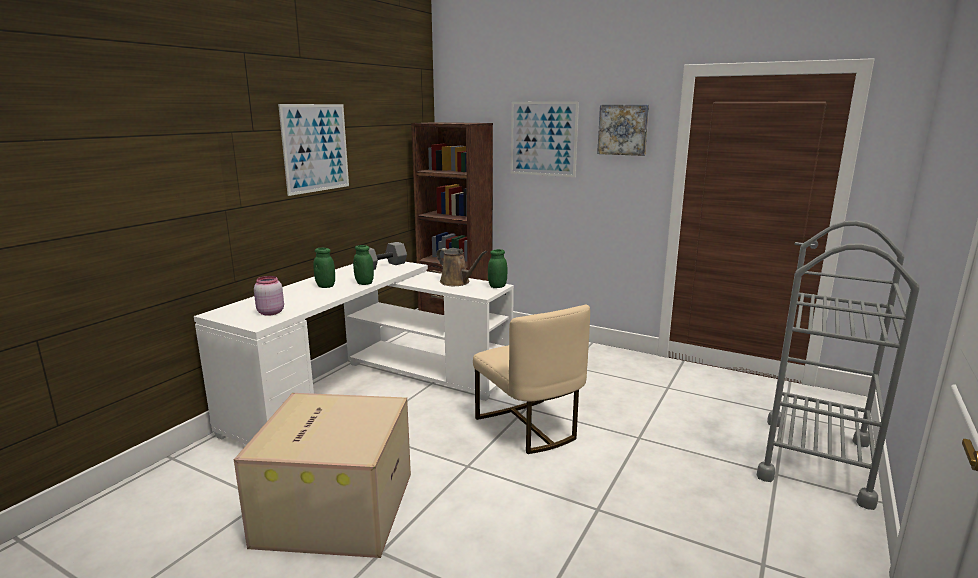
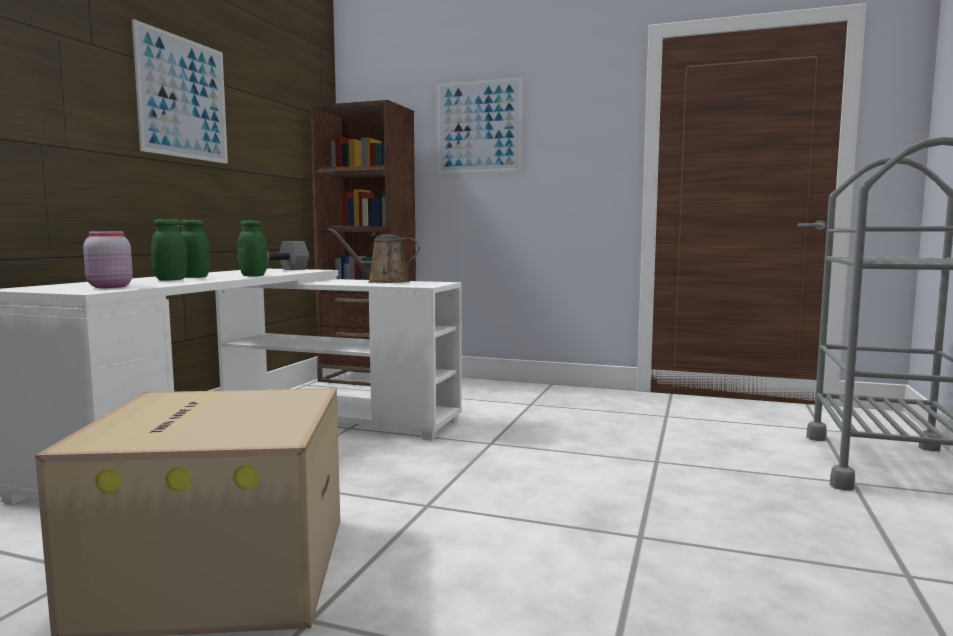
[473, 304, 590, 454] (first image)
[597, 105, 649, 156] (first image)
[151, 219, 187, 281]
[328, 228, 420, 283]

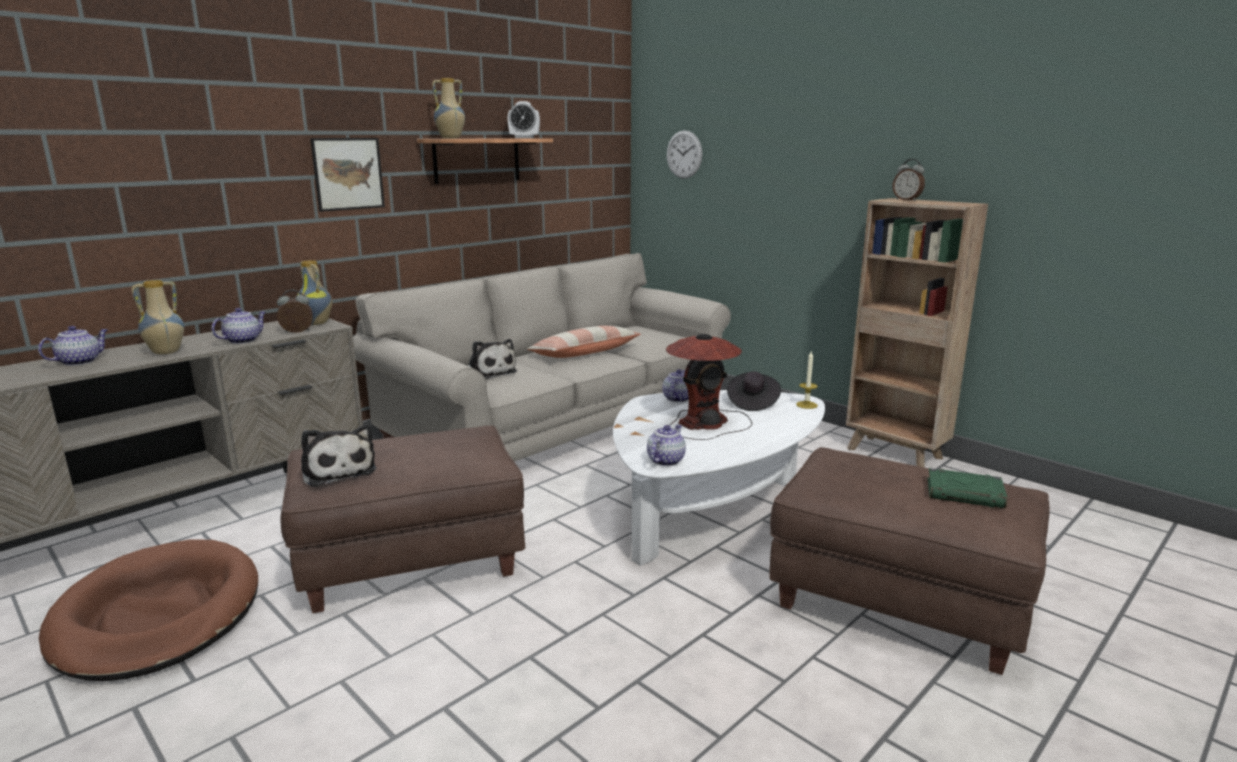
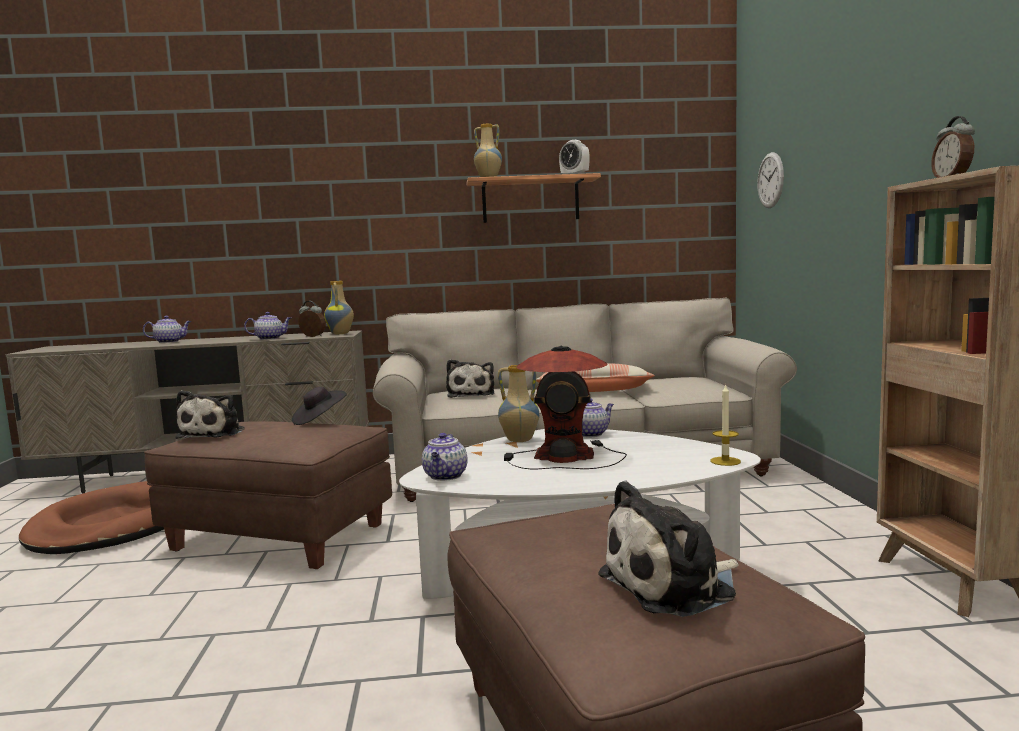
[310, 138, 385, 212] (first image)
[498, 365, 539, 442]
[292, 387, 347, 425]
[598, 480, 739, 617]
[422, 433, 468, 481]

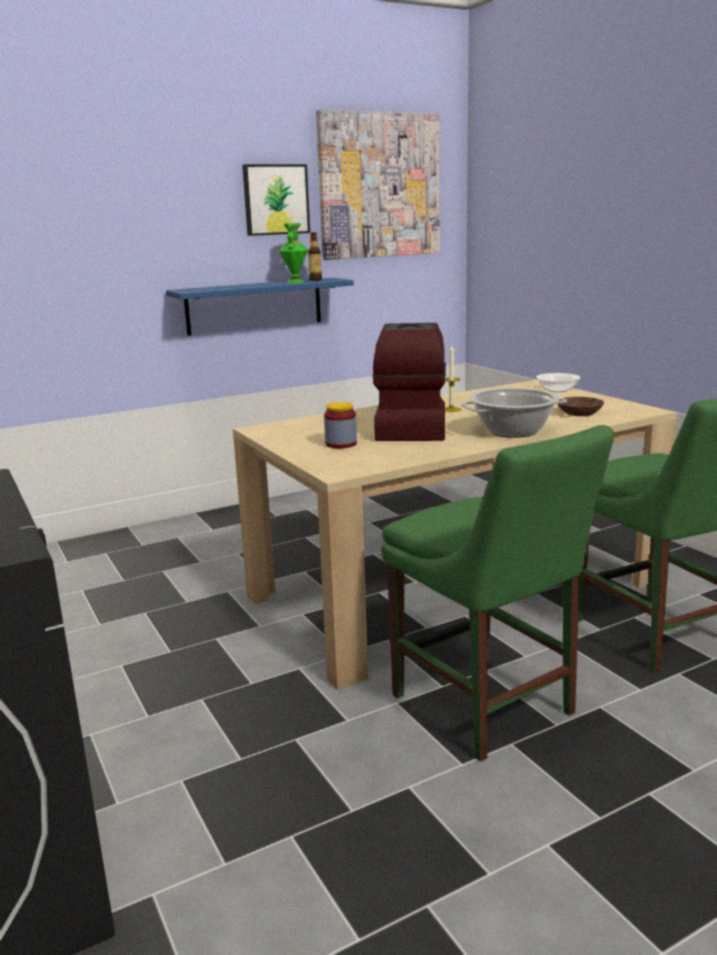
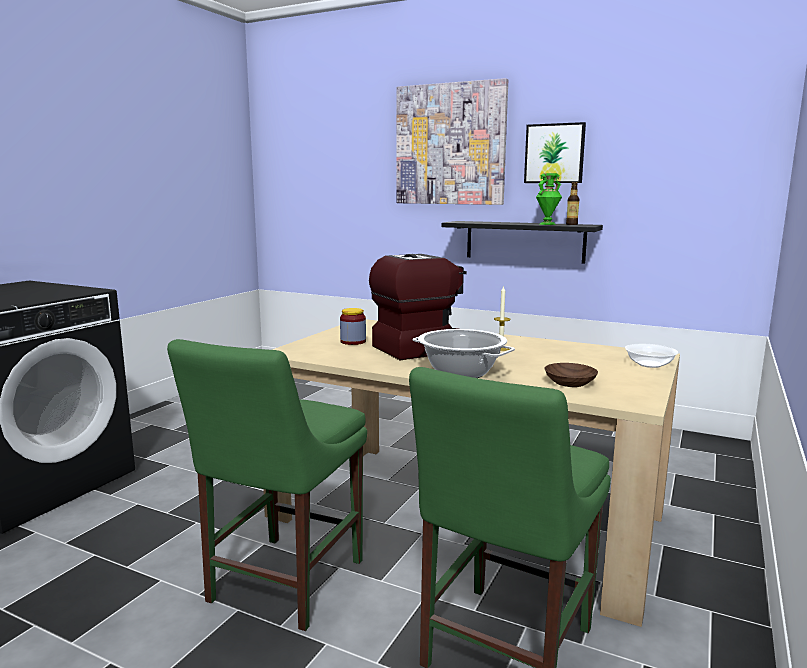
[396, 78, 508, 205]
[442, 221, 603, 264]

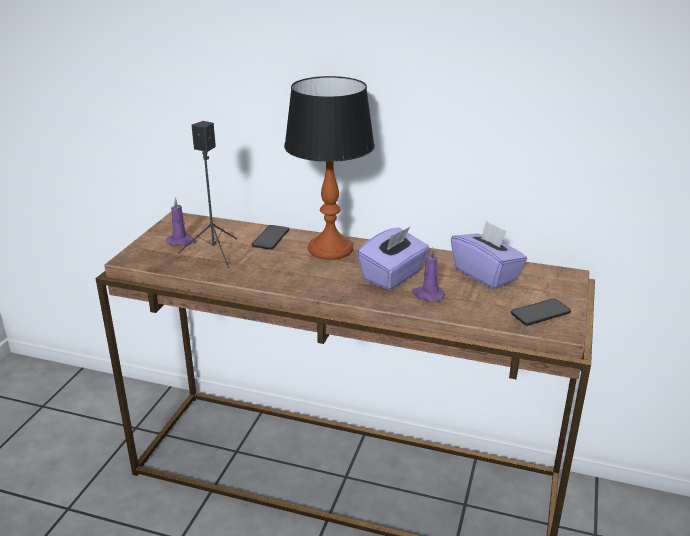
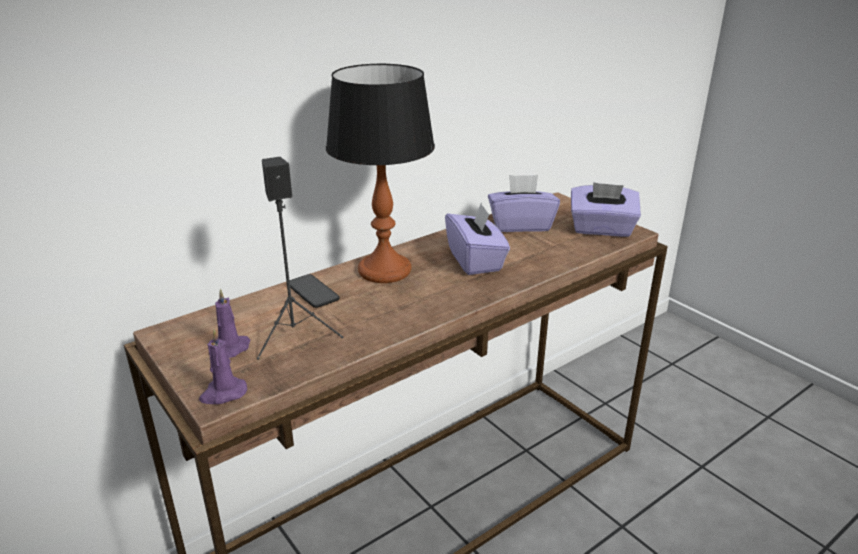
[199, 329, 247, 404]
[571, 182, 641, 237]

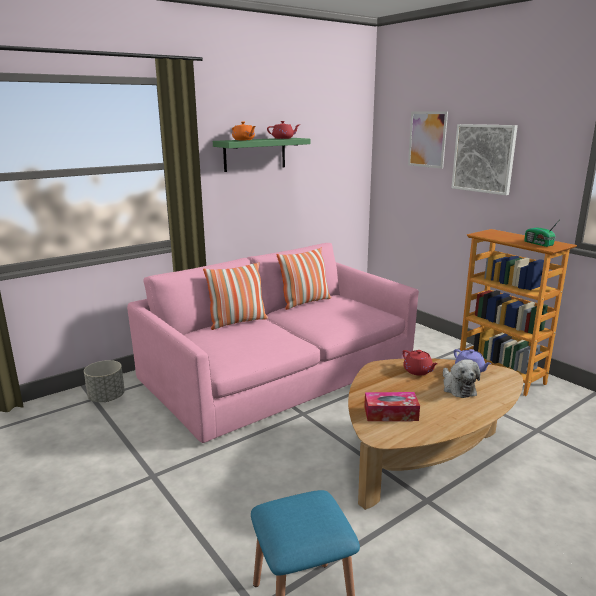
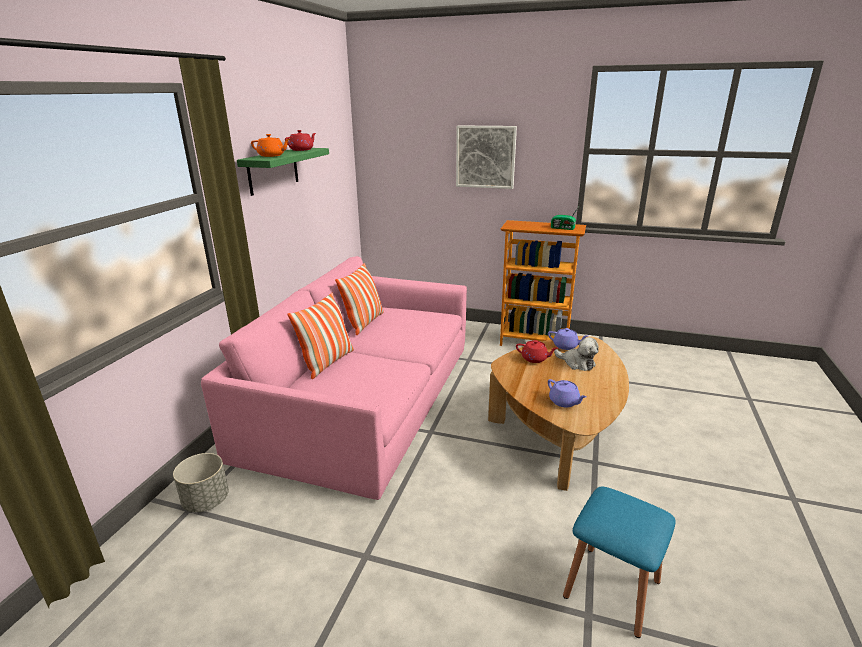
[408, 111, 448, 169] (first image)
[548, 379, 587, 407]

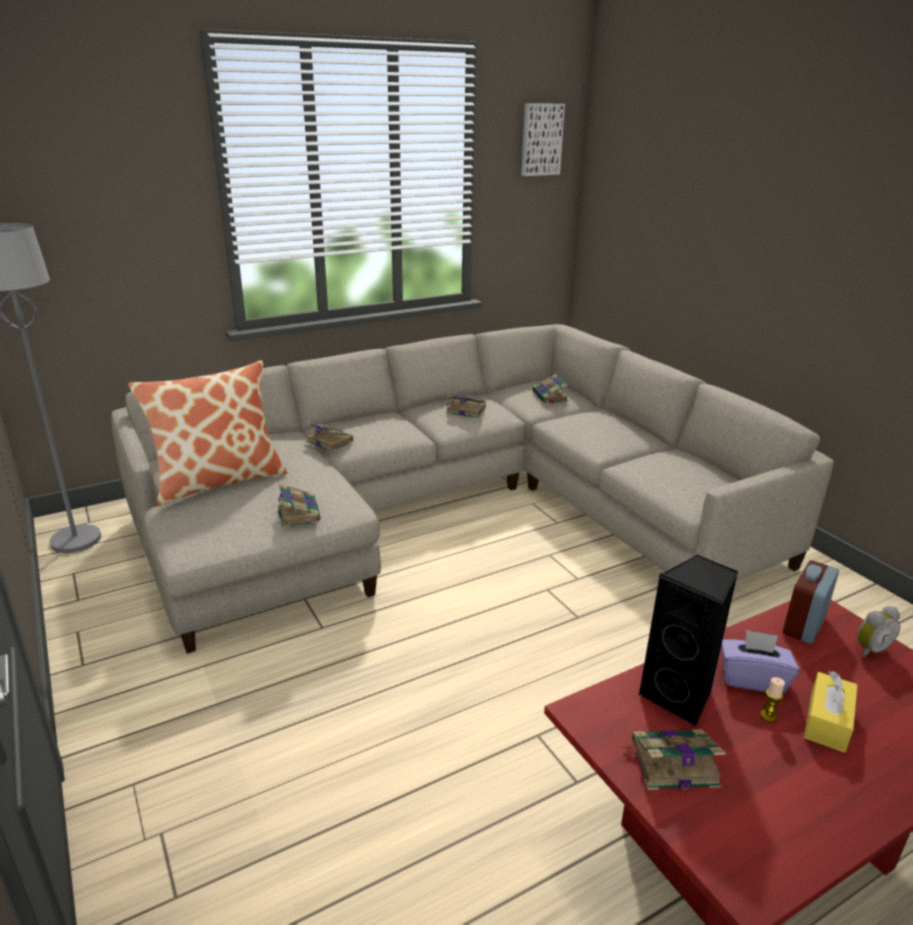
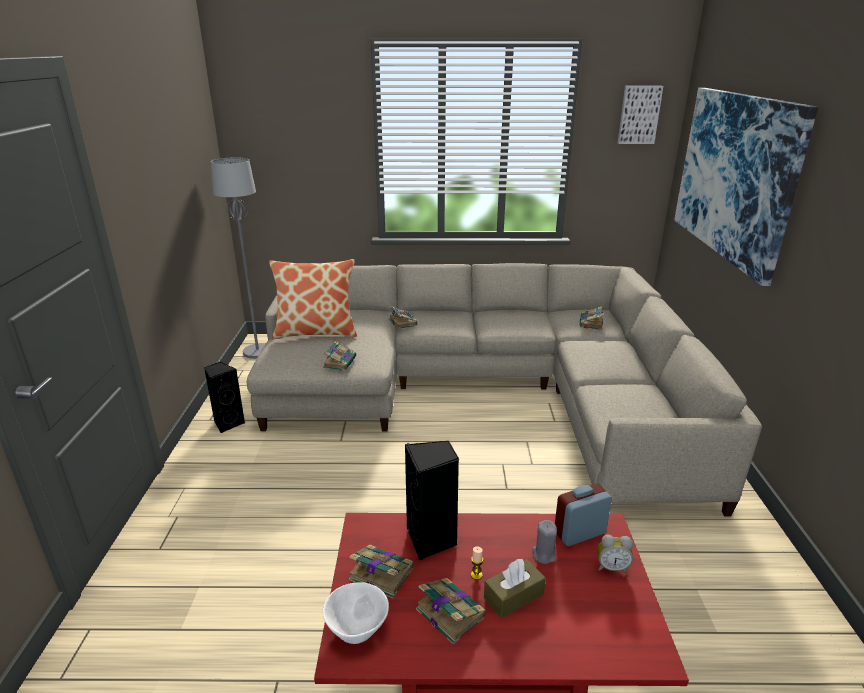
[721, 630, 799, 694] (first image)
[204, 362, 245, 433]
[323, 582, 389, 644]
[532, 520, 557, 564]
[674, 88, 818, 286]
[416, 578, 486, 644]
[484, 559, 546, 618]

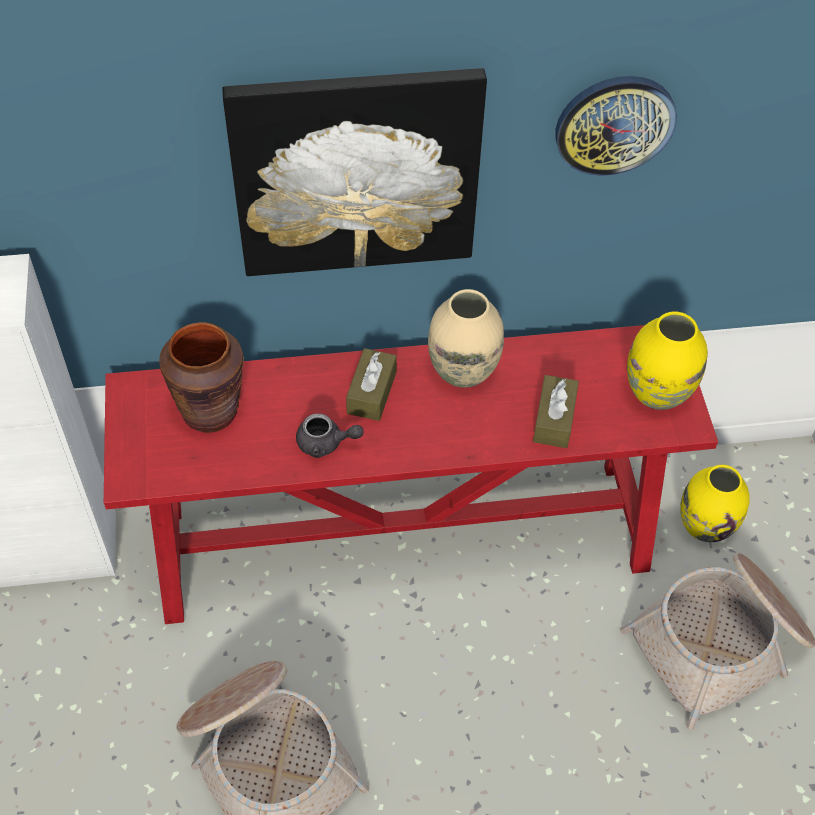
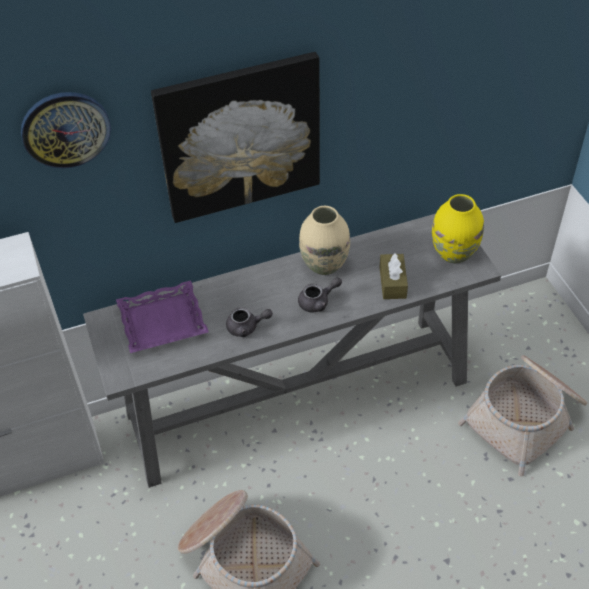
[346, 348, 397, 421] (first image)
[680, 465, 750, 542] (first image)
[298, 277, 342, 312]
[21, 92, 111, 168]
[116, 280, 209, 353]
[83, 214, 501, 488]

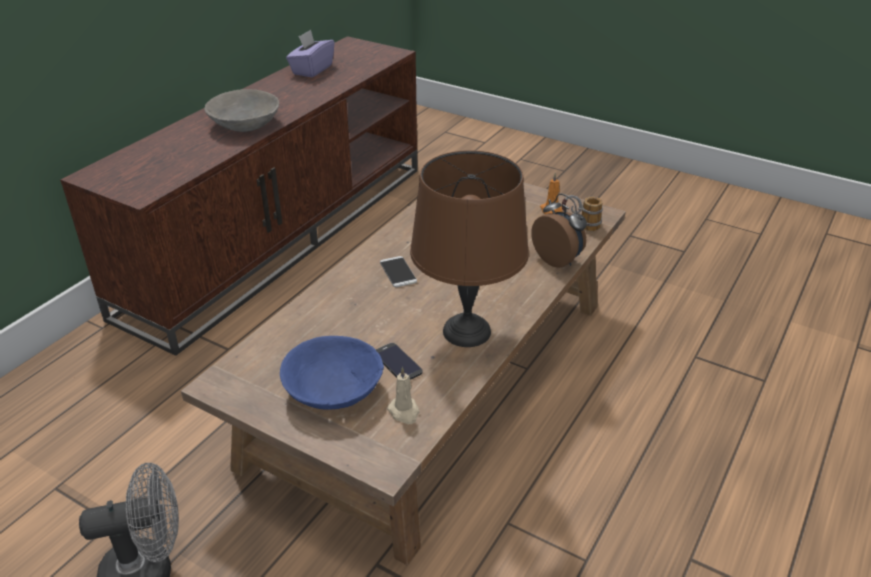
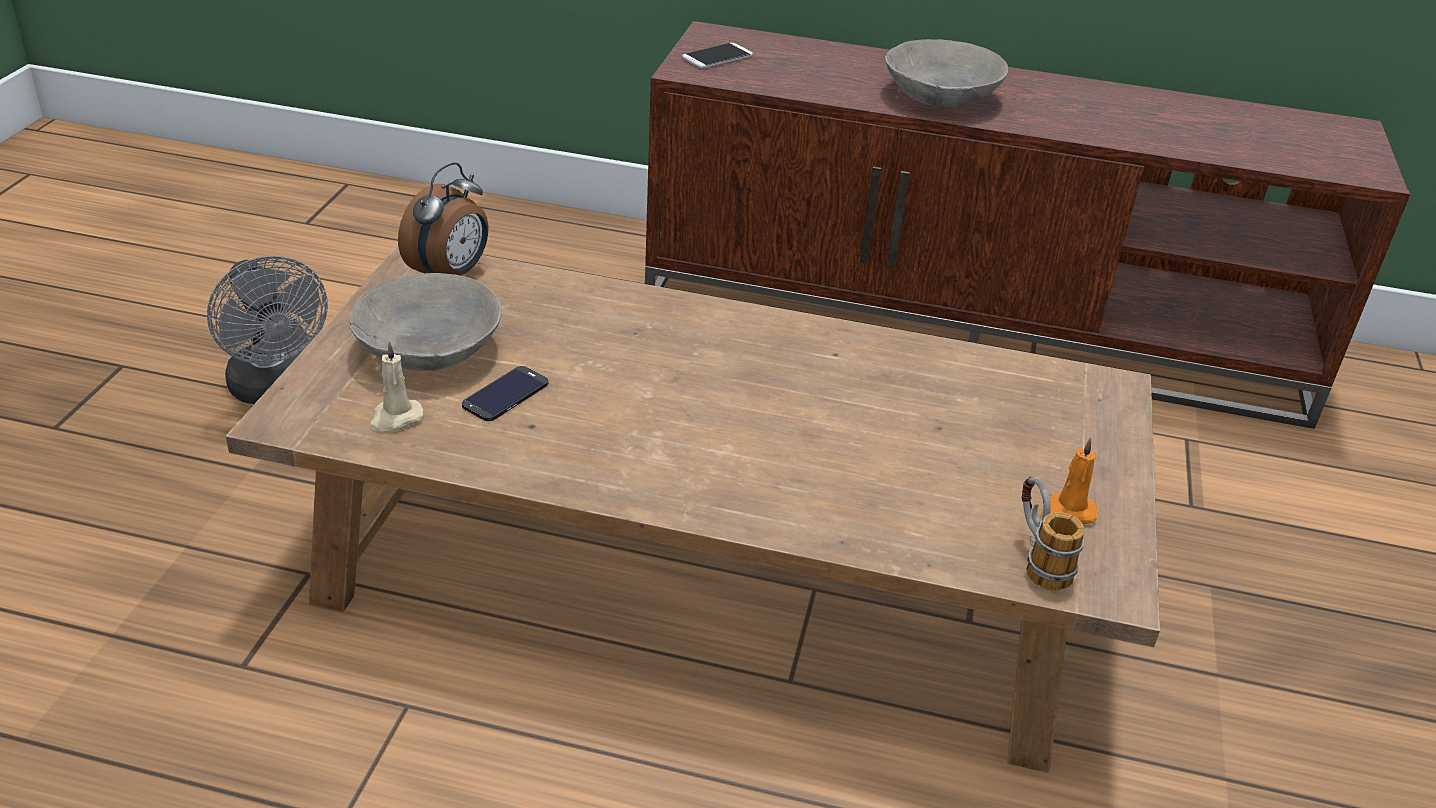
[286, 30, 335, 77] (first image)
[410, 150, 529, 347] (first image)
[682, 43, 753, 68]
[398, 162, 488, 276]
[349, 273, 502, 371]

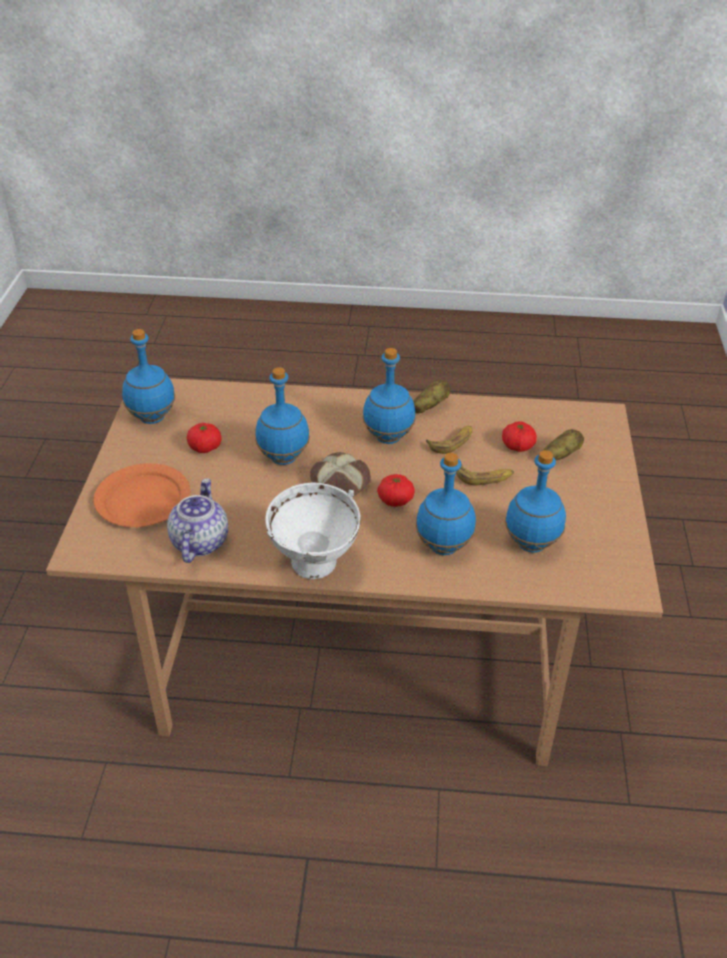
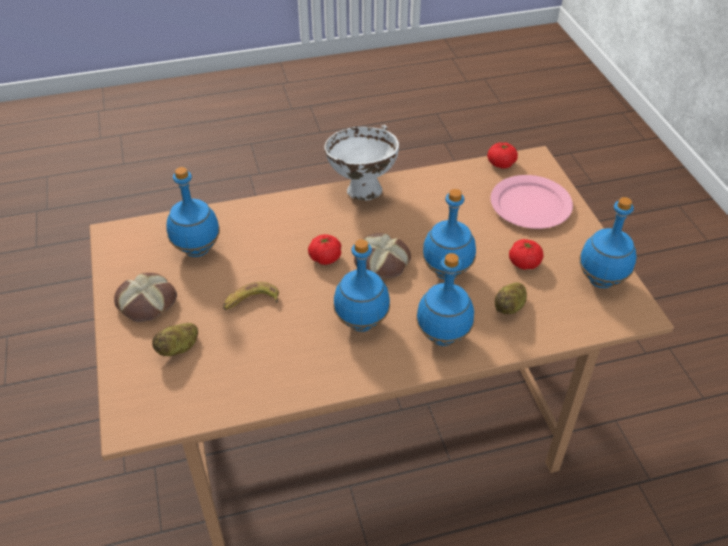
[167, 478, 228, 563] (first image)
[426, 426, 473, 454] (first image)
[114, 273, 177, 322]
[495, 283, 527, 314]
[416, 253, 474, 346]
[487, 142, 518, 169]
[491, 175, 573, 229]

